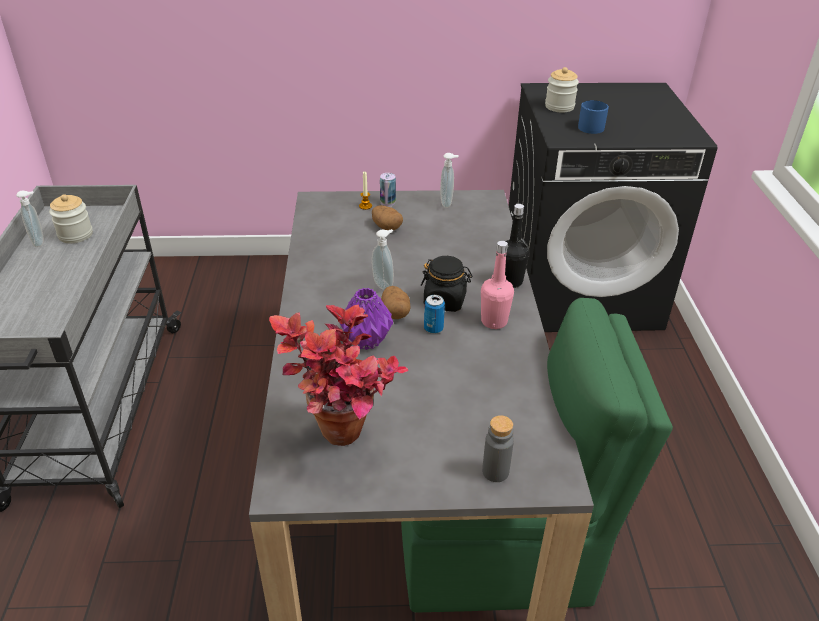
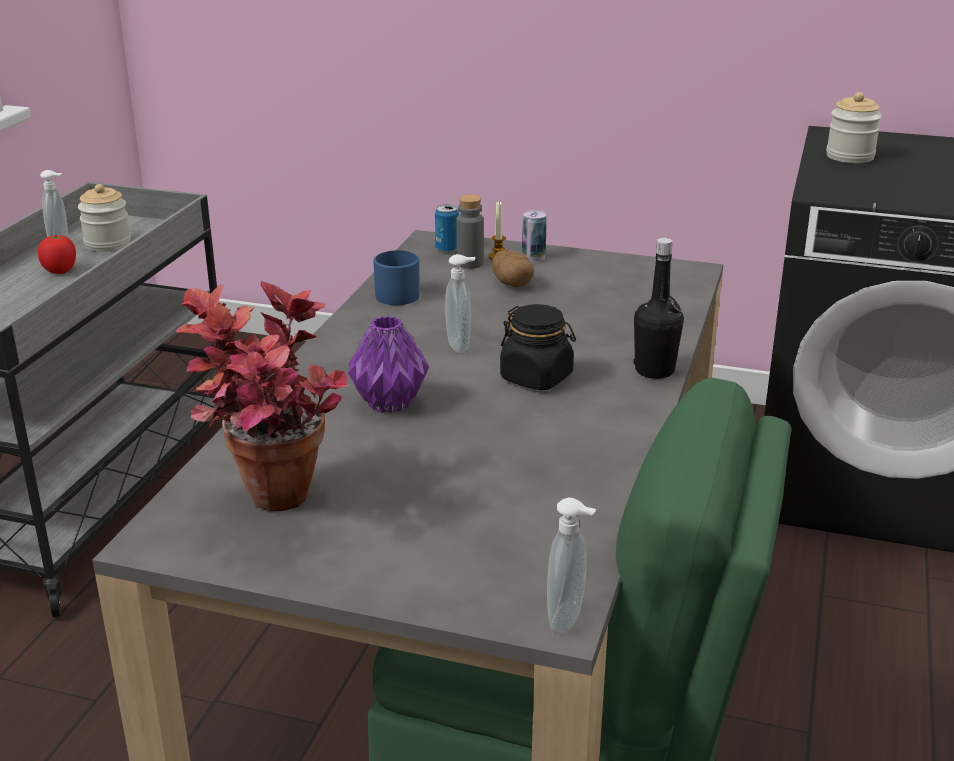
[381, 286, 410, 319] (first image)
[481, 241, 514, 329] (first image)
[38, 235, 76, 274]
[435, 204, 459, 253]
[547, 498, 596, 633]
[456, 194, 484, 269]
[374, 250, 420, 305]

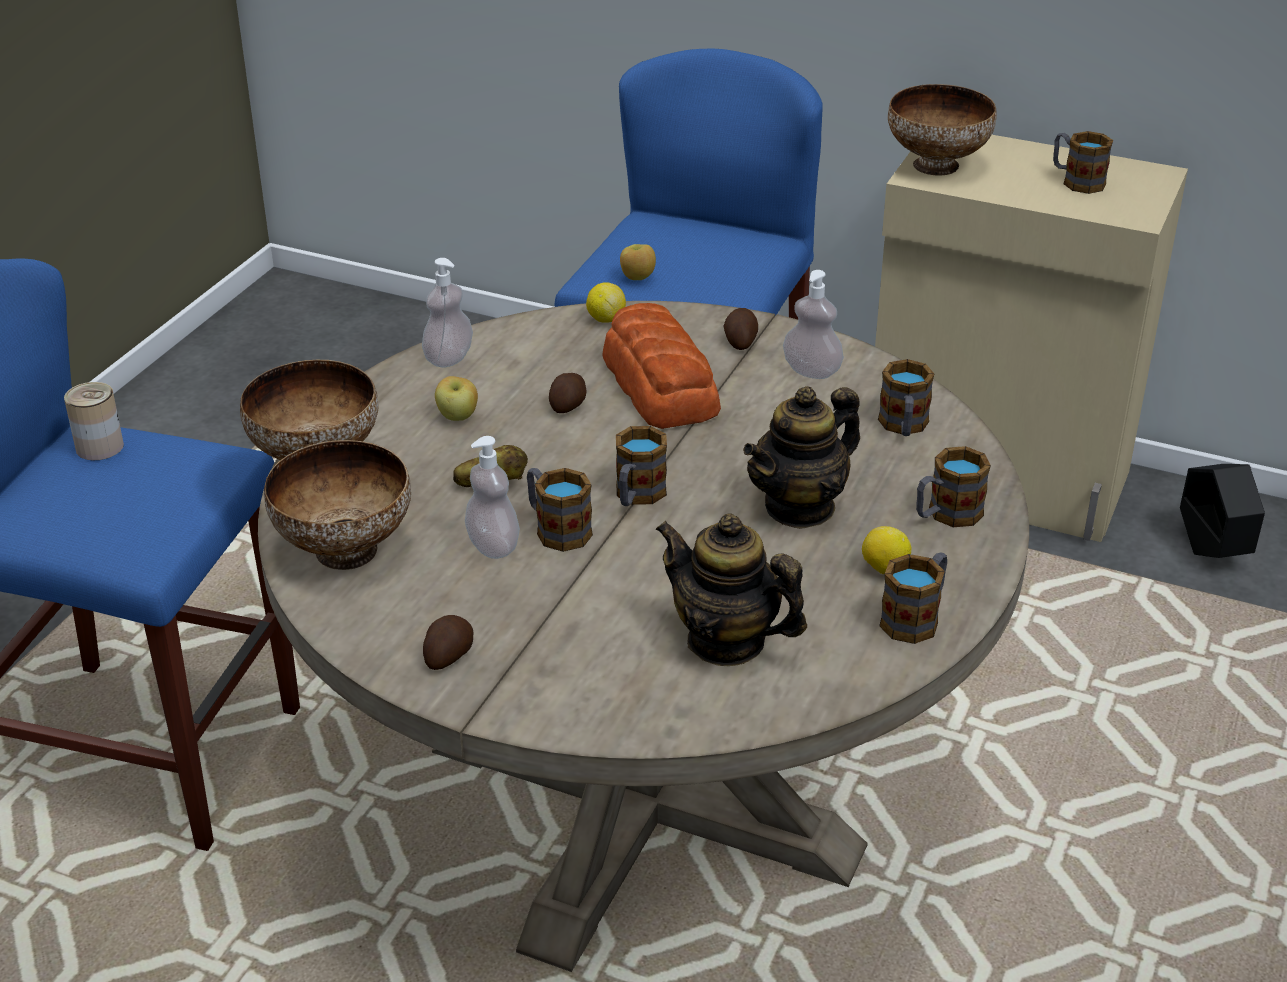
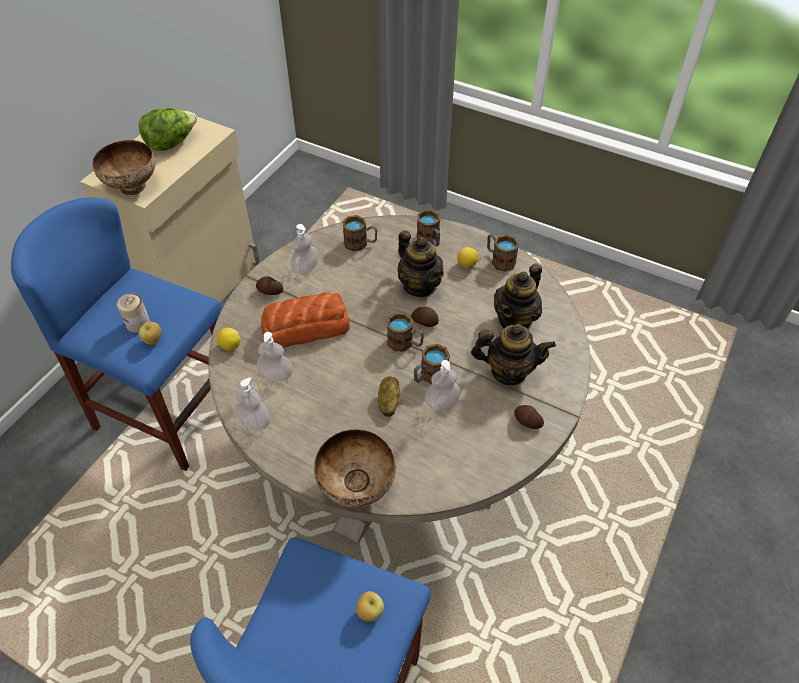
[264, 440, 411, 570] (first image)
[1180, 464, 1265, 558] (first image)
[257, 332, 293, 382]
[471, 324, 556, 385]
[117, 293, 150, 333]
[356, 591, 384, 622]
[411, 307, 439, 327]
[139, 108, 197, 151]

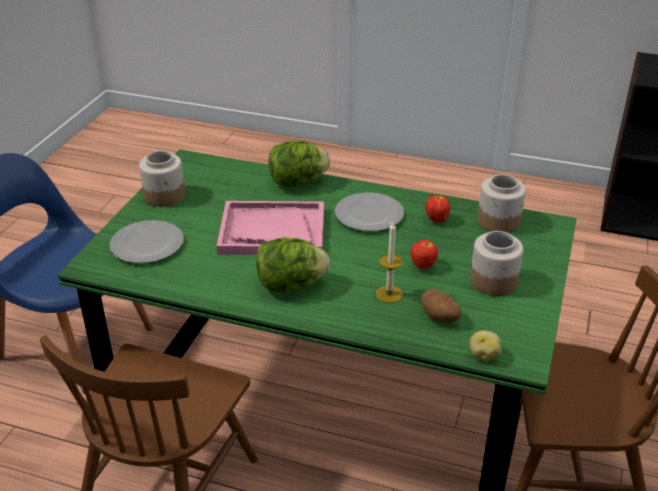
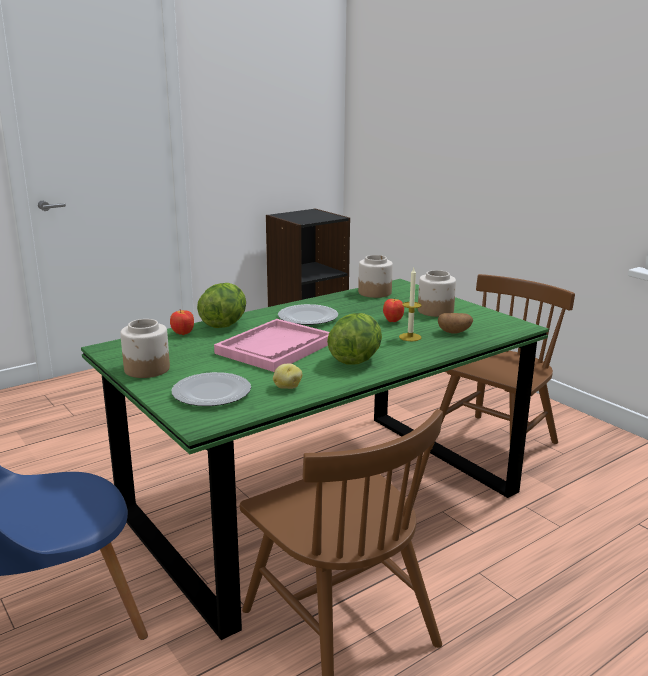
[170, 310, 194, 335]
[273, 364, 302, 389]

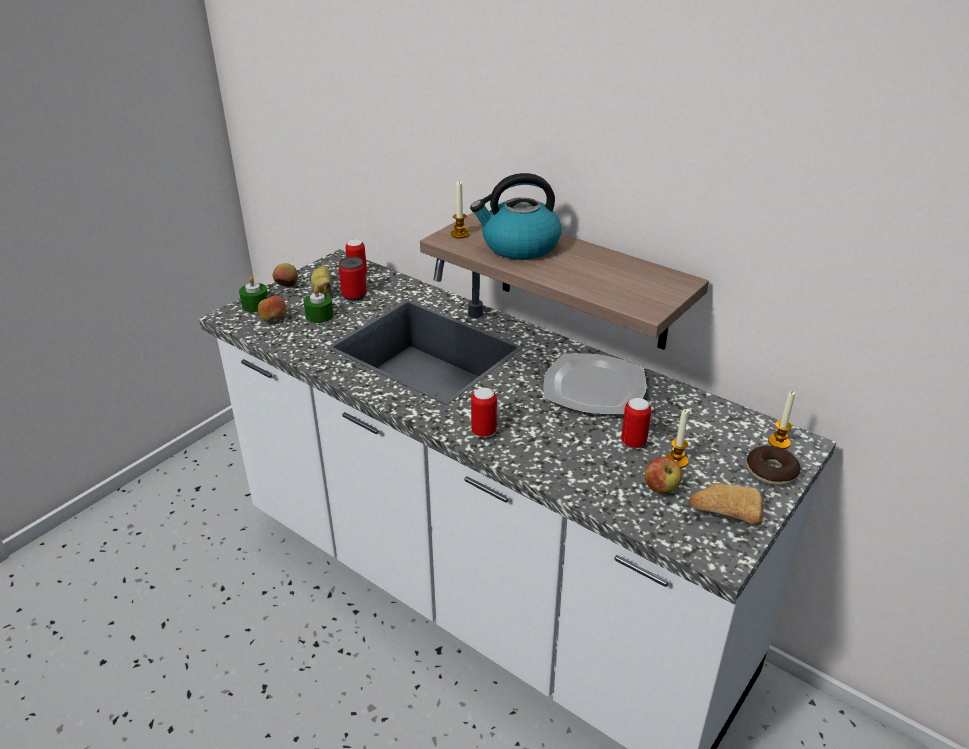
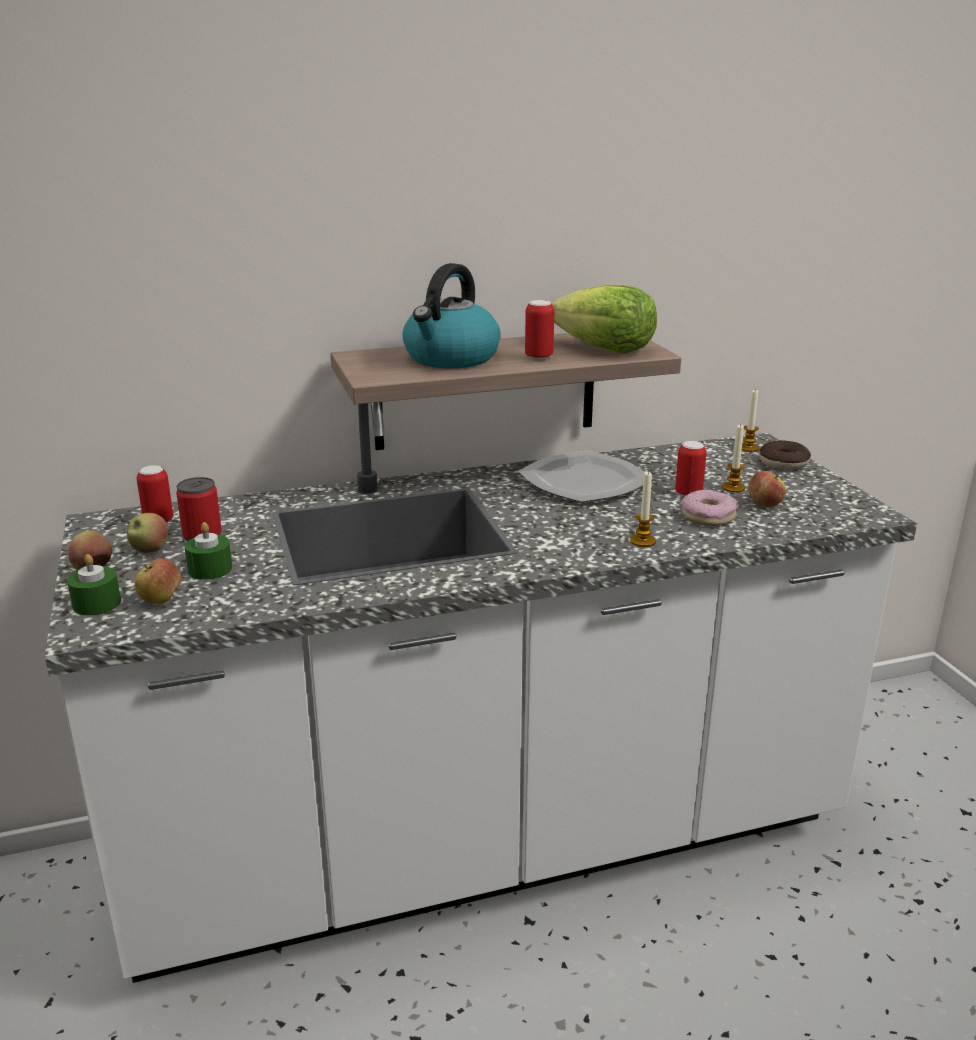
[689, 483, 763, 525] (first image)
[552, 285, 657, 354]
[682, 489, 738, 526]
[630, 470, 656, 547]
[525, 300, 555, 360]
[127, 513, 168, 553]

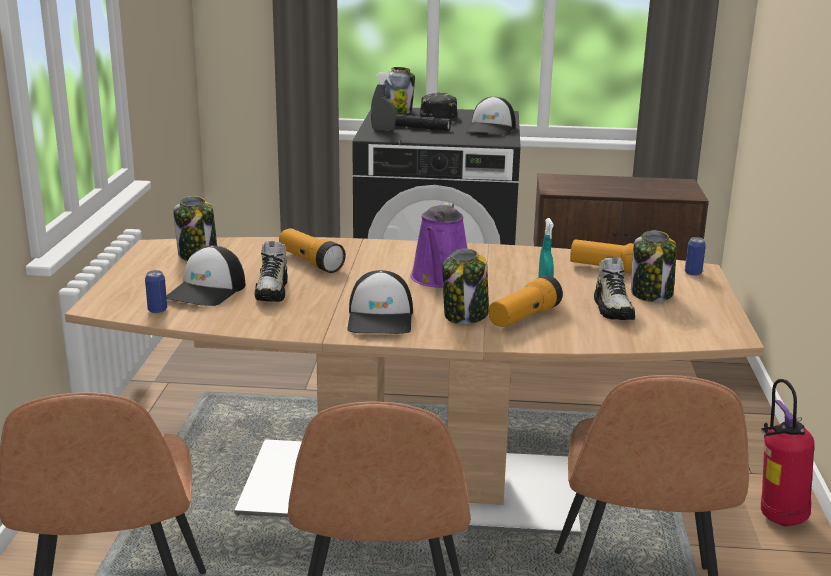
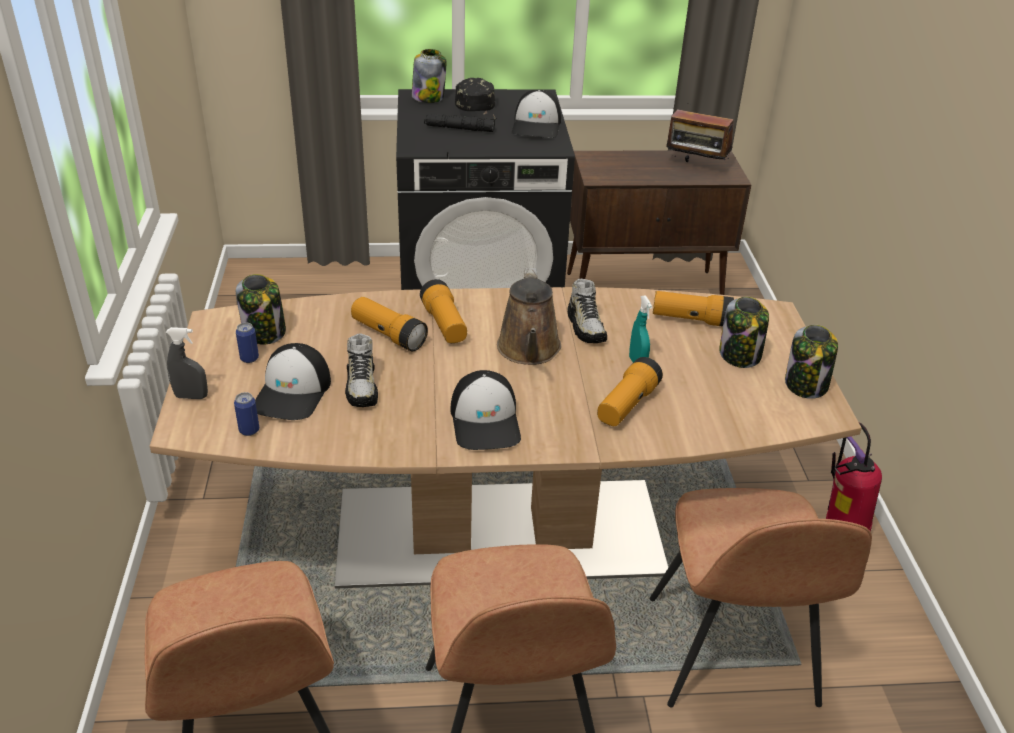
[420, 279, 467, 343]
[666, 103, 734, 162]
[166, 327, 208, 399]
[785, 325, 838, 399]
[568, 279, 607, 343]
[236, 322, 259, 363]
[497, 268, 561, 365]

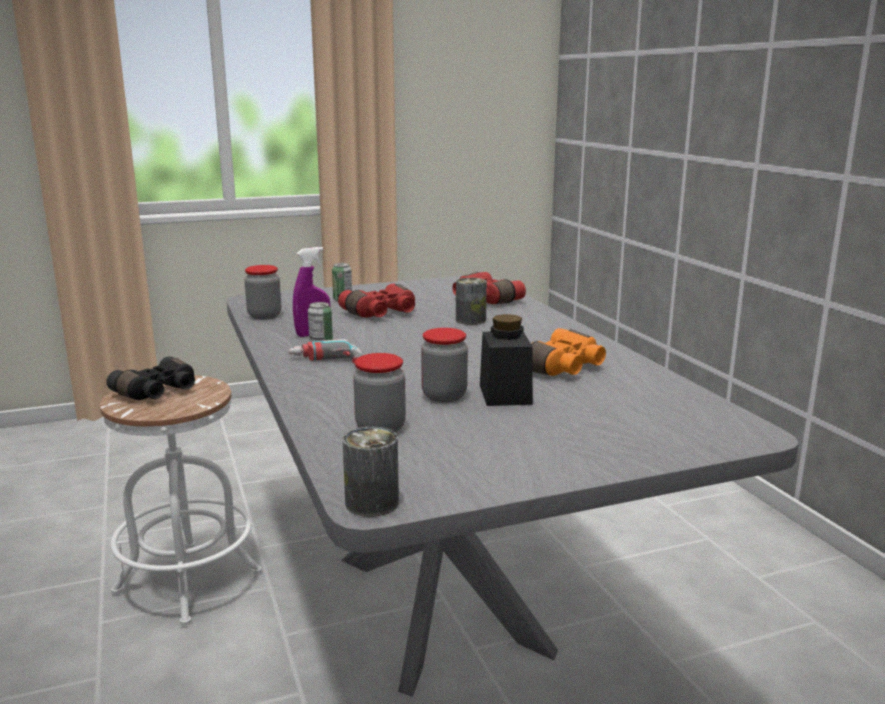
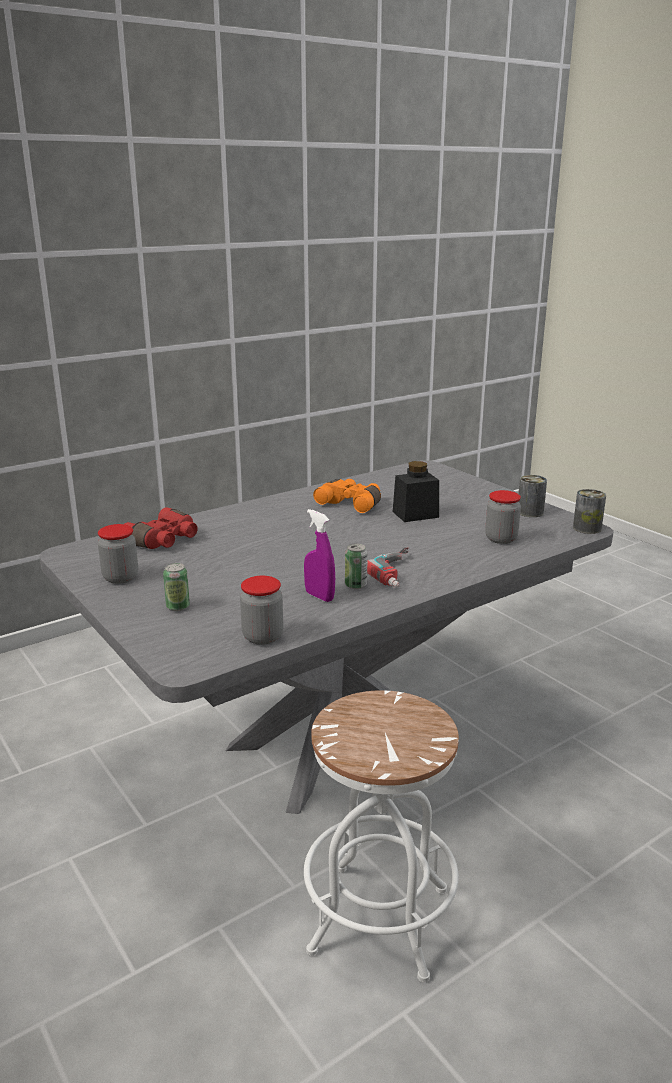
[106, 356, 195, 400] (first image)
[338, 283, 415, 318] (first image)
[98, 524, 138, 584]
[518, 475, 547, 517]

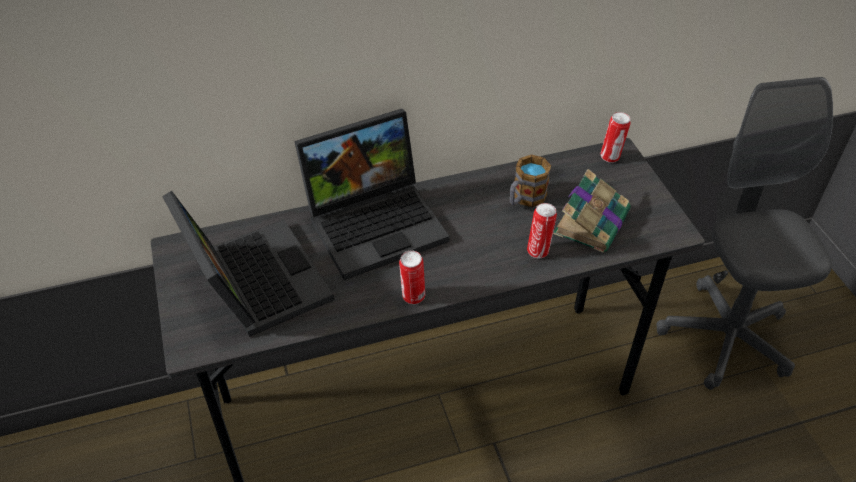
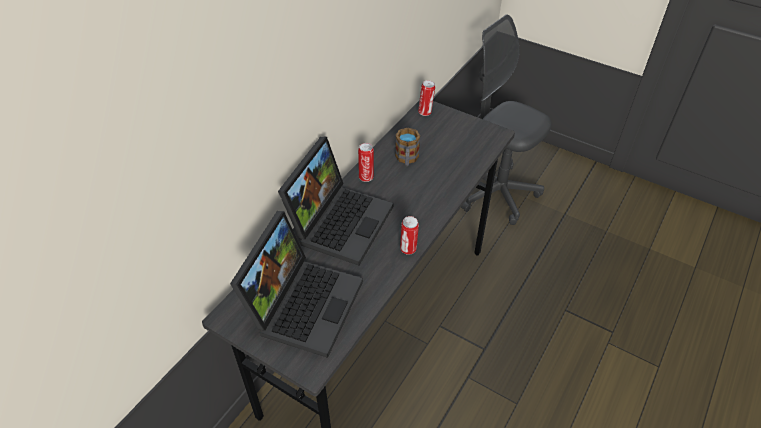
[553, 169, 631, 252] (first image)
[358, 143, 374, 182]
[230, 211, 363, 358]

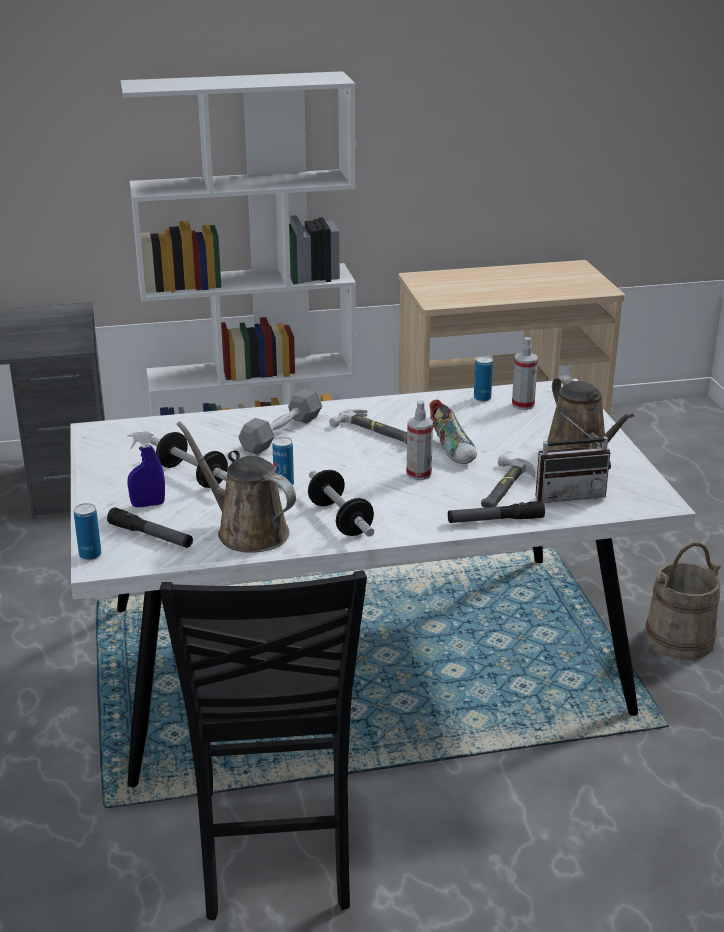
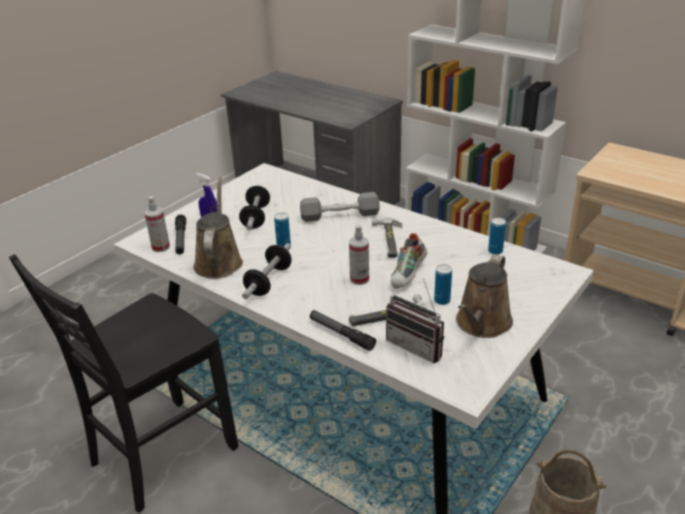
[434, 264, 452, 305]
[144, 196, 170, 252]

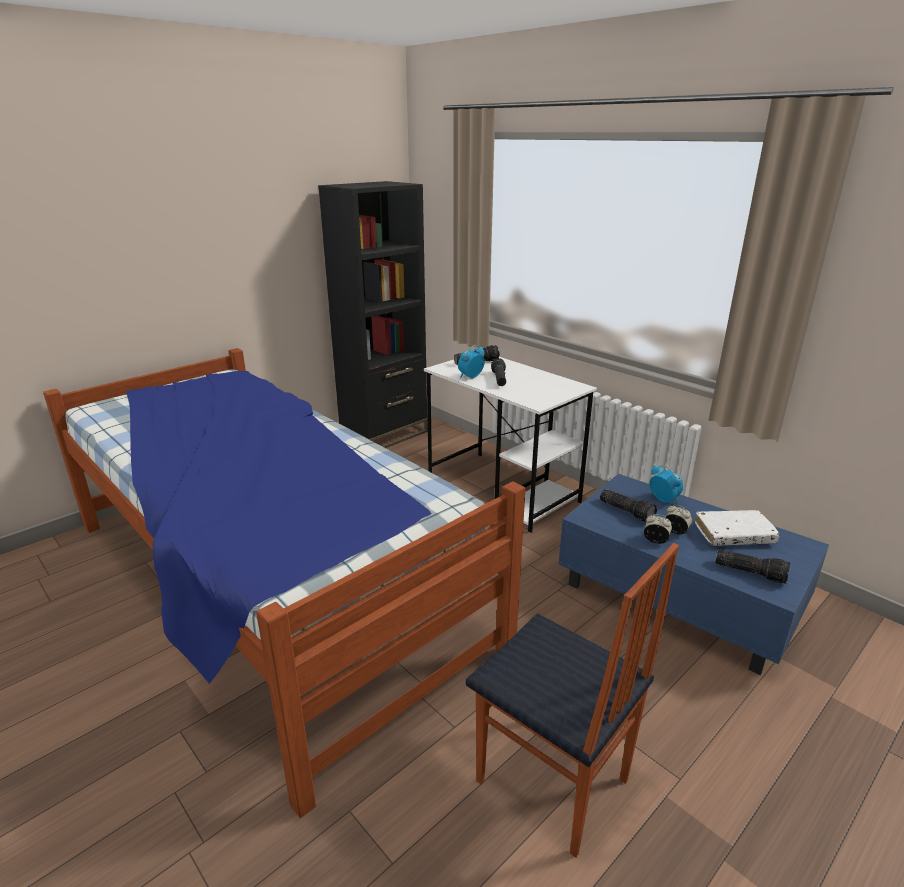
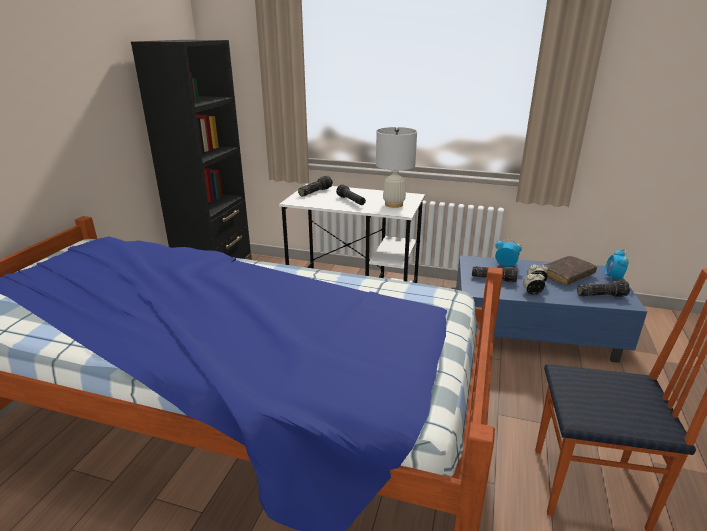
[376, 127, 417, 208]
[605, 249, 629, 282]
[545, 256, 597, 285]

